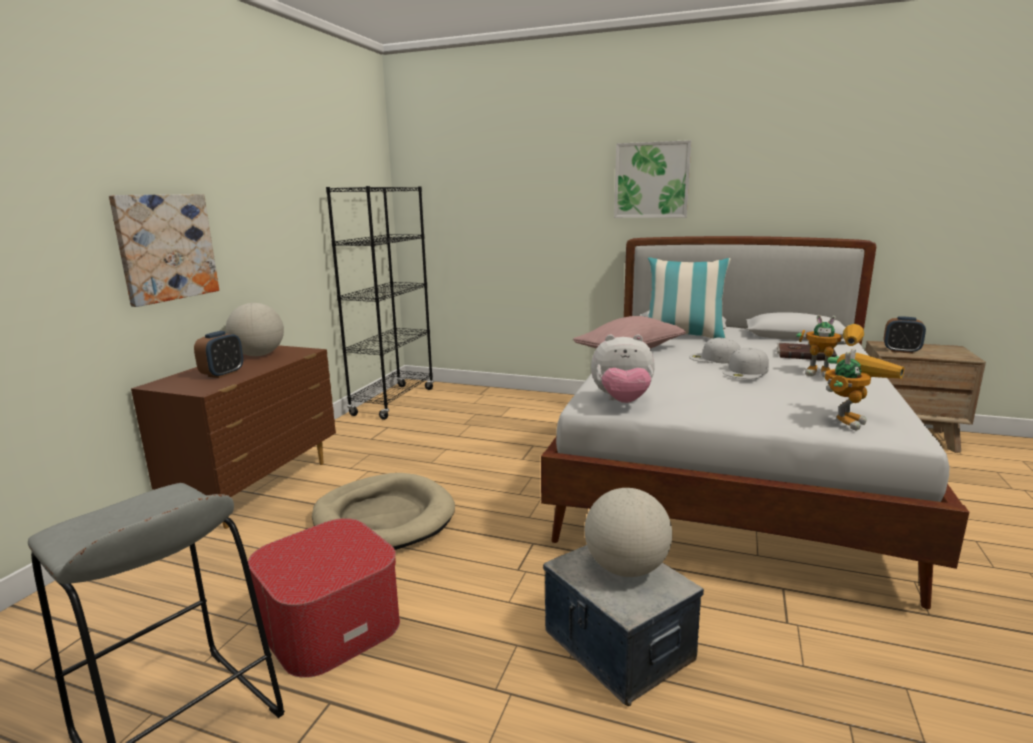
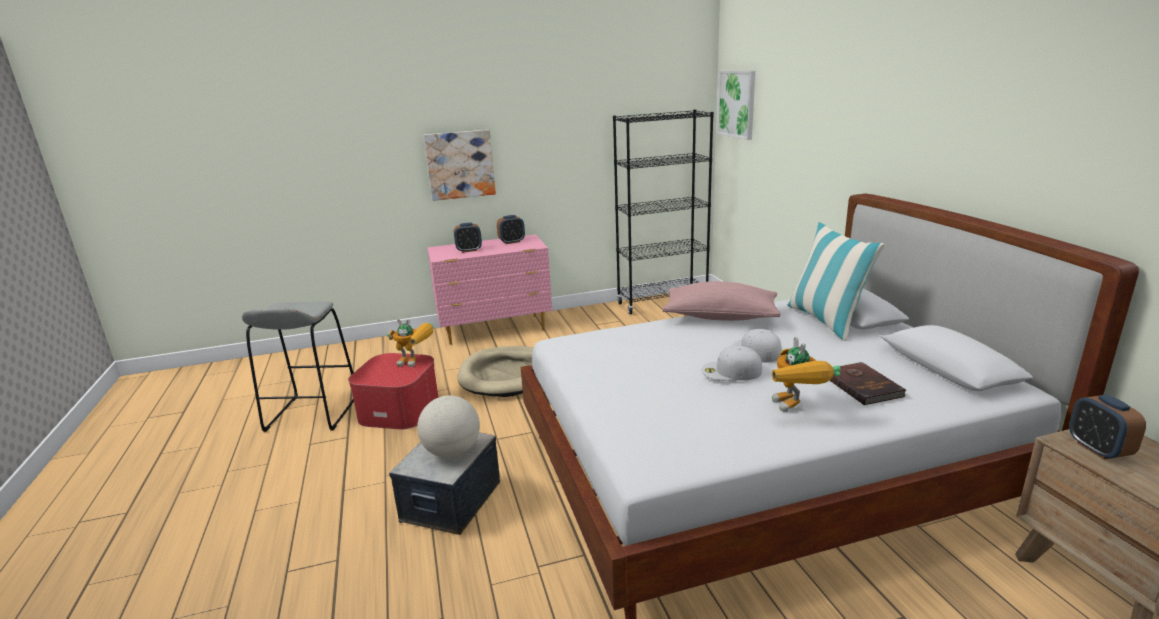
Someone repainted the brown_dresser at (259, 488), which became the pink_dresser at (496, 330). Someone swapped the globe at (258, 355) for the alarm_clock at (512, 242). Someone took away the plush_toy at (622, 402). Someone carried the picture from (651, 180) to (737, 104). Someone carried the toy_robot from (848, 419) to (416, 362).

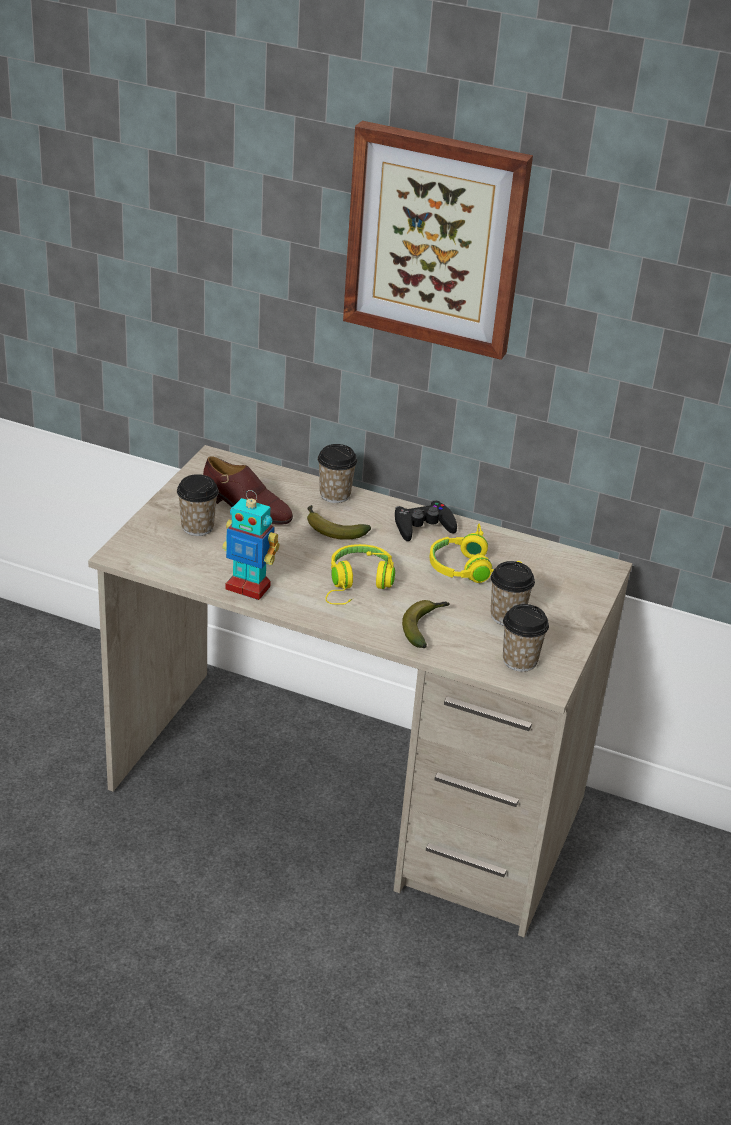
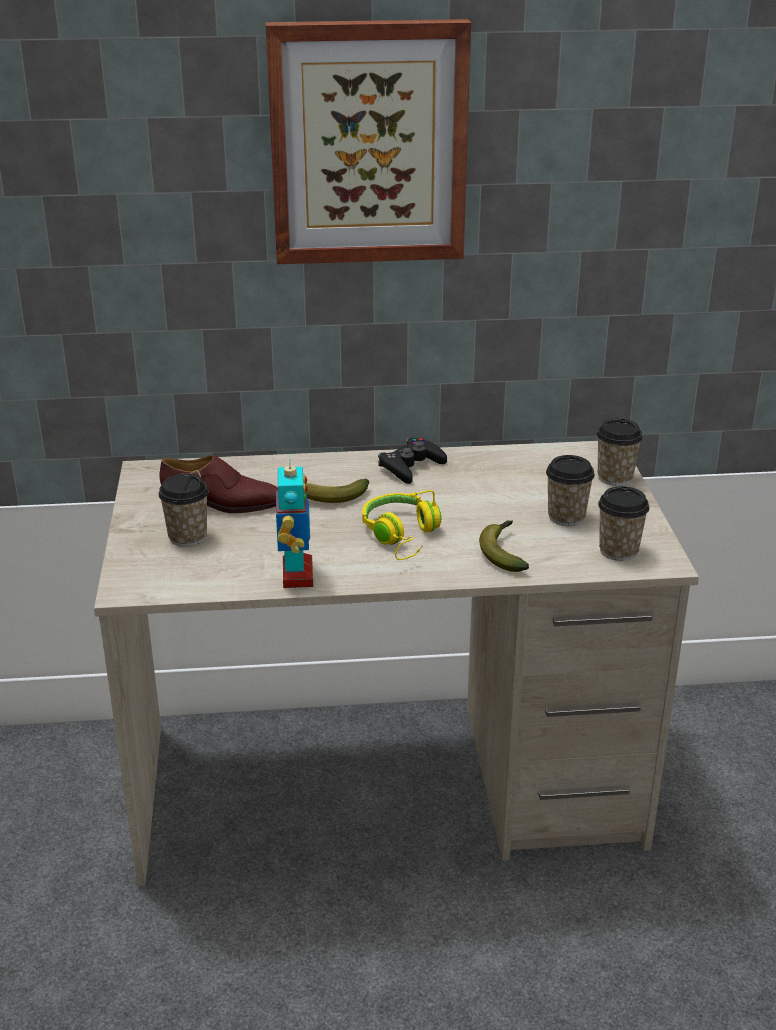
Someone rotated the toy_robot at (248, 587) by 90 degrees counterclockwise. Someone carried the cup from (335, 495) to (615, 477). Someone took away the yellow_headphones at (473, 570).

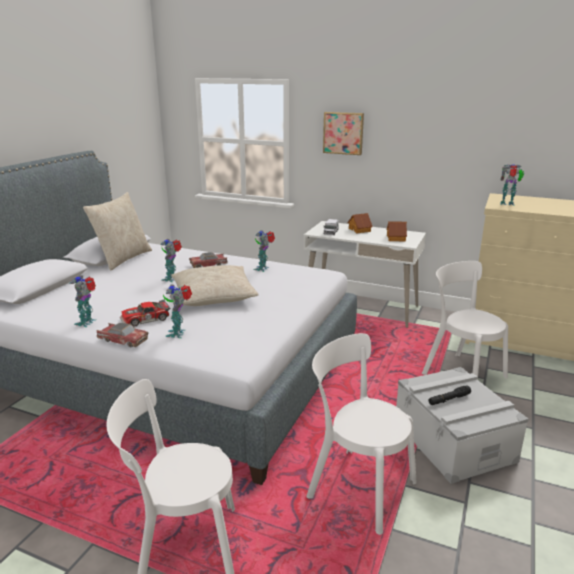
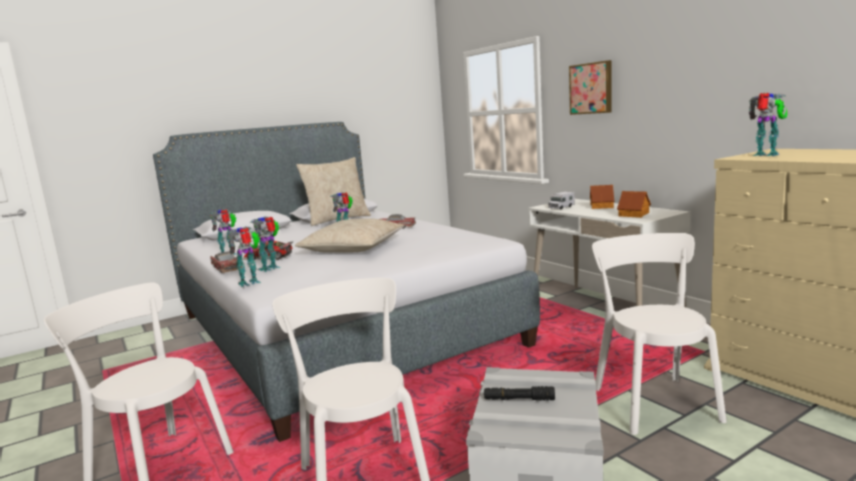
Someone carried the toy_robot from (263, 268) to (250, 283).

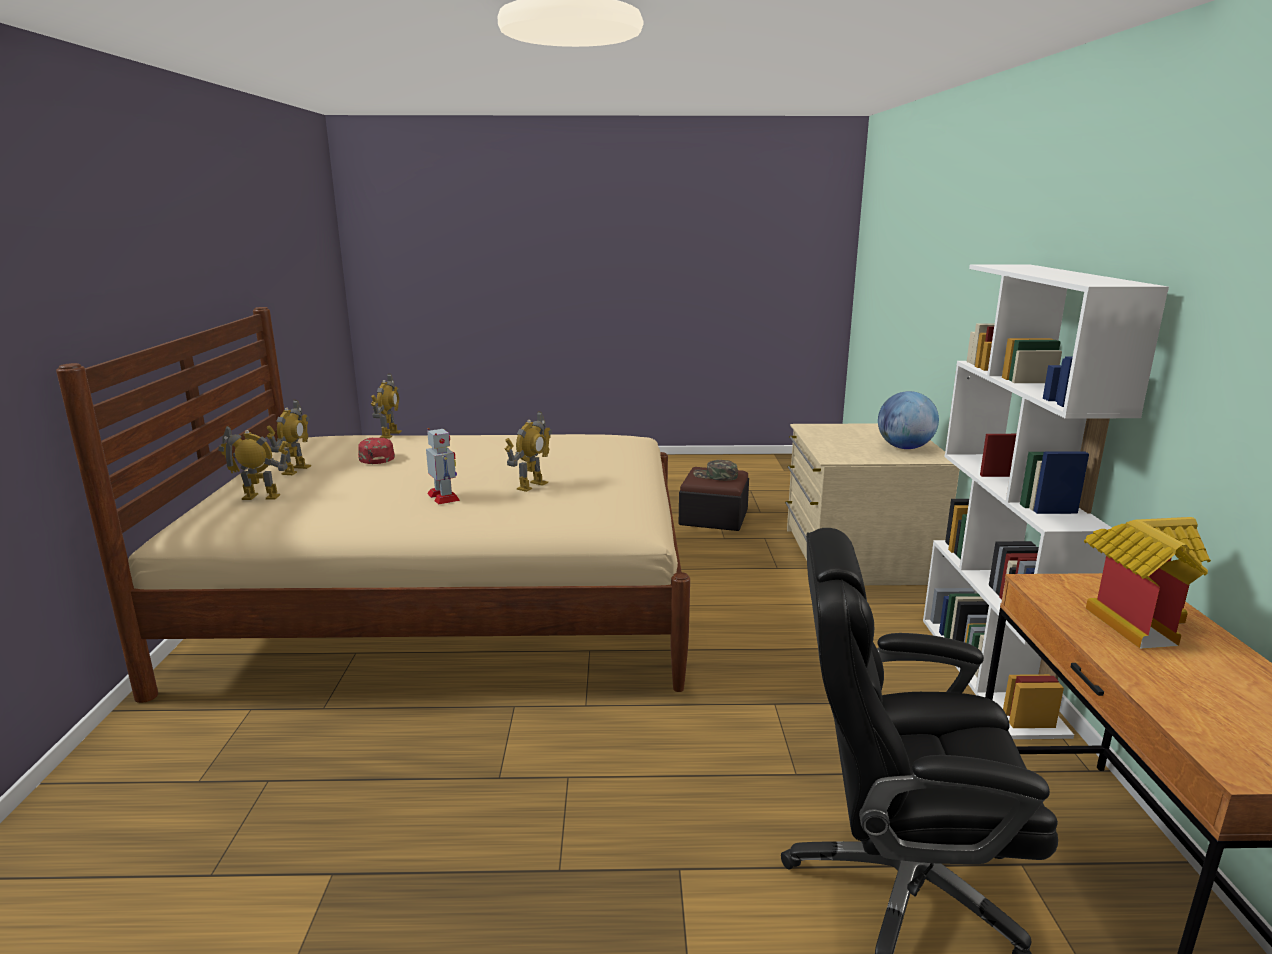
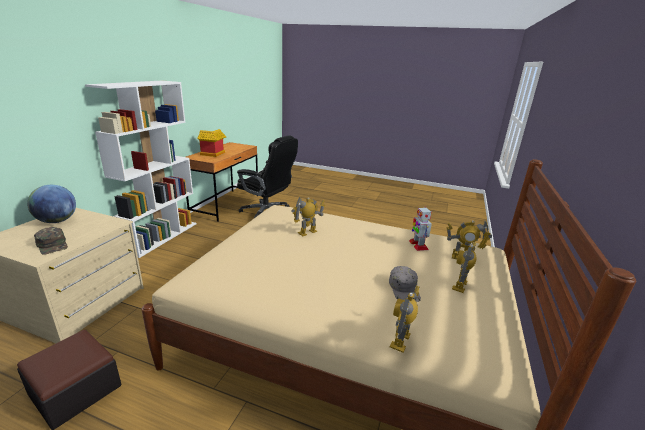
Someone repainted the red_cap at (375, 457), which became the grey_cap at (404, 289). Someone carried the toy_robot from (443, 497) to (418, 245). Someone carried the green_cap from (715, 476) to (53, 245).

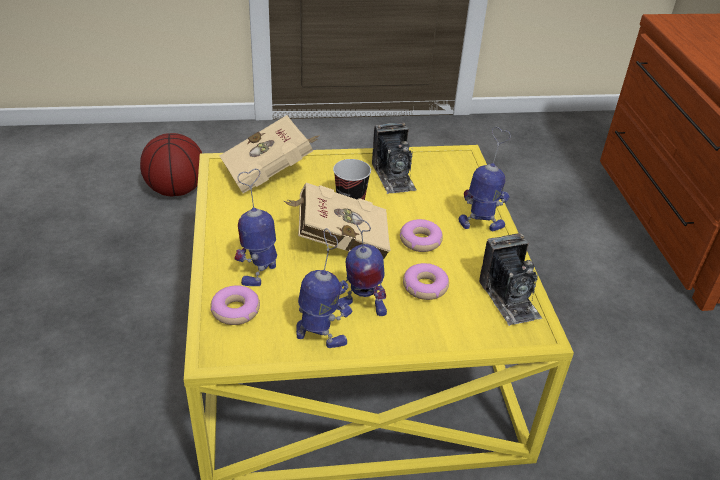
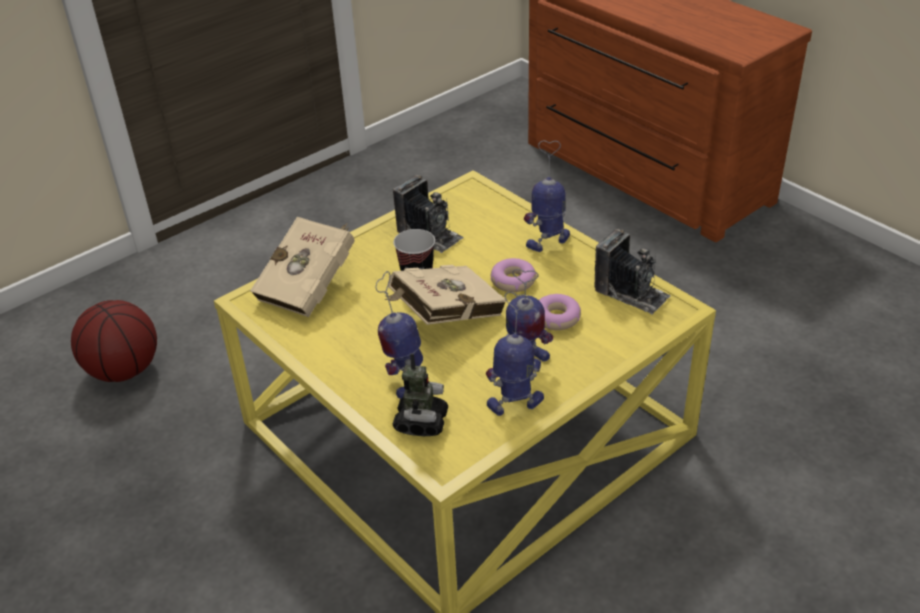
Someone swapped the donut at (236, 310) for the toy_robot at (421, 422).

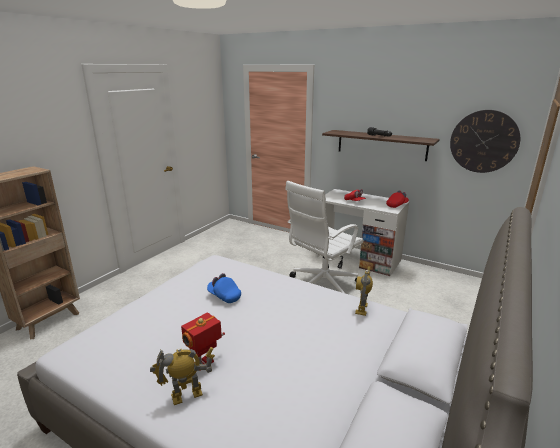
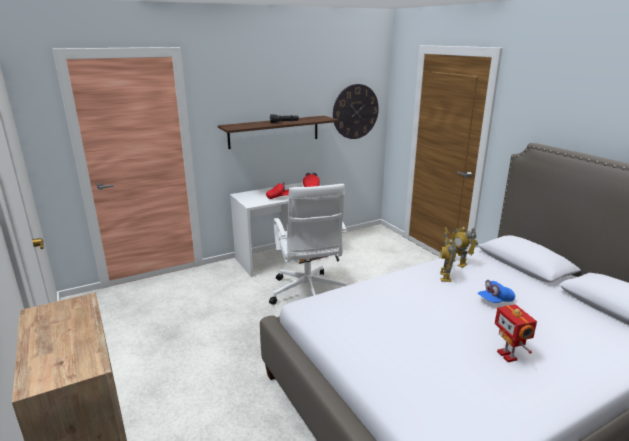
Someone carried the toy_robot from (187, 396) to (445, 276). Someone carried the blue_cap from (224, 296) to (495, 301).

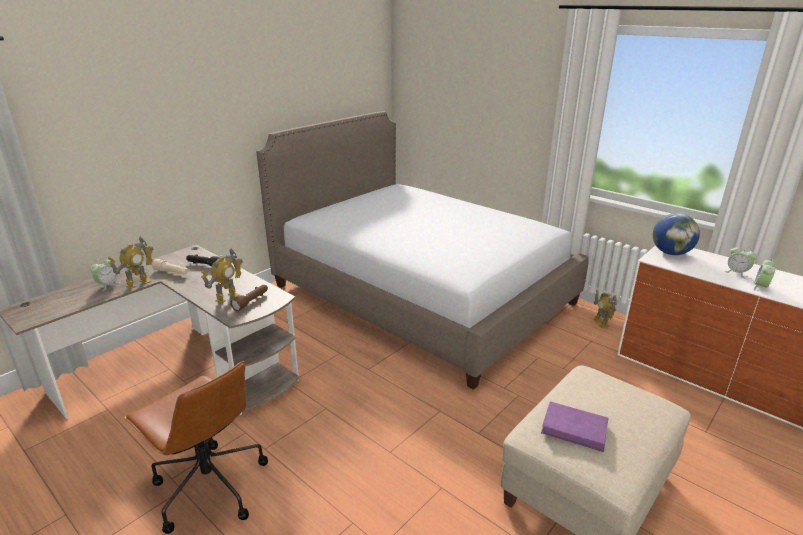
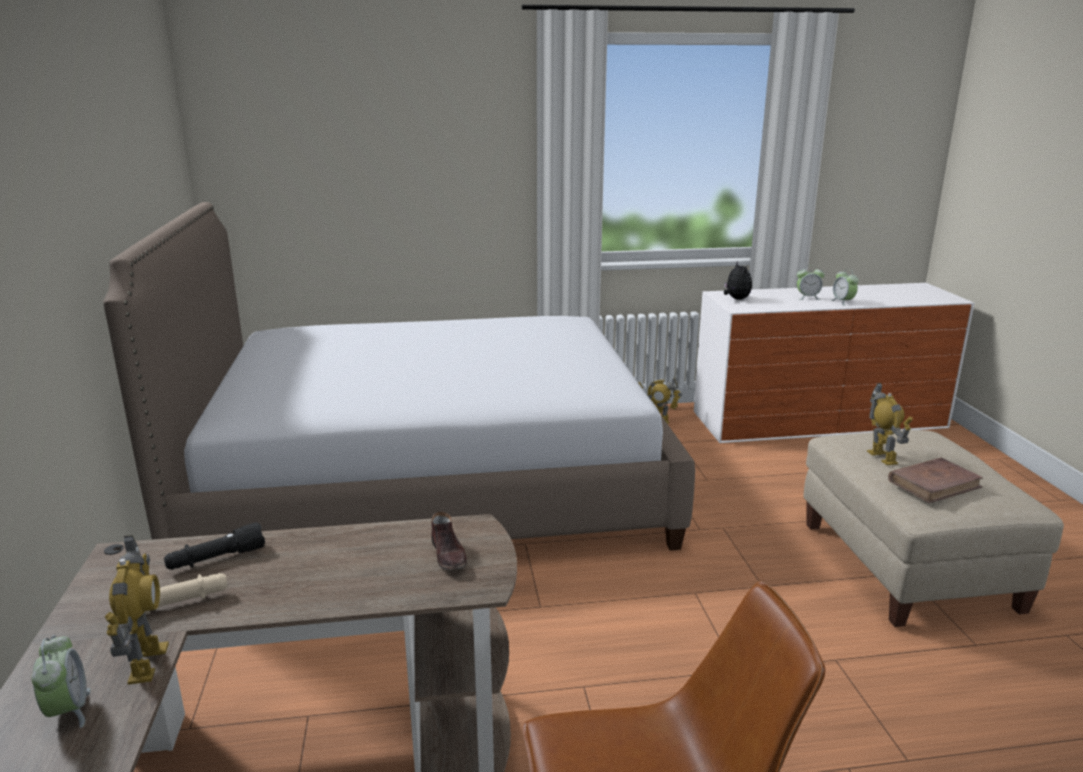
Someone carried the toy_robot from (227, 298) to (882, 457). Someone swapped the brown_flashlight at (251, 301) for the brown_shoe at (449, 555). Someone repainted the purple_book at (575, 428), which became the brown_book at (934, 484). Someone swapped the globe at (670, 253) for the plush_toy at (736, 299).

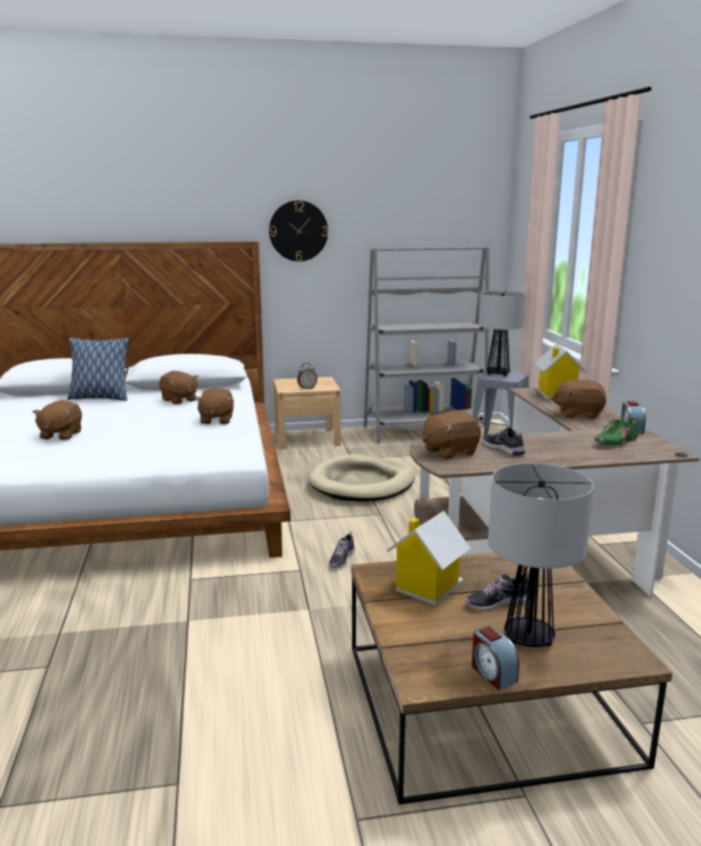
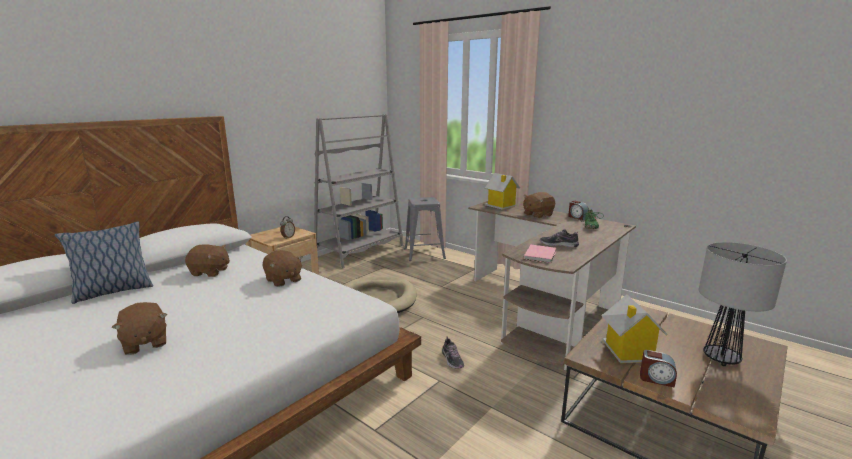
Someone took away the wall_clock at (298, 231). Someone swapped the brown_plush_toy at (449, 452) for the pink_book at (541, 255). Someone took away the shoe at (497, 603). Someone carried the alarm_clock from (492, 673) to (656, 379). Someone took away the table_lamp at (497, 374).

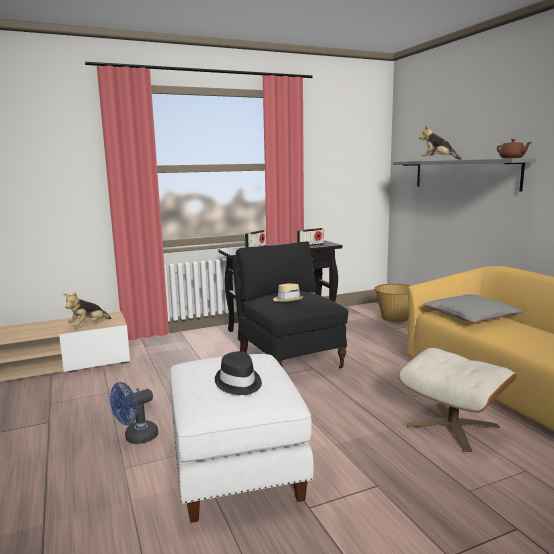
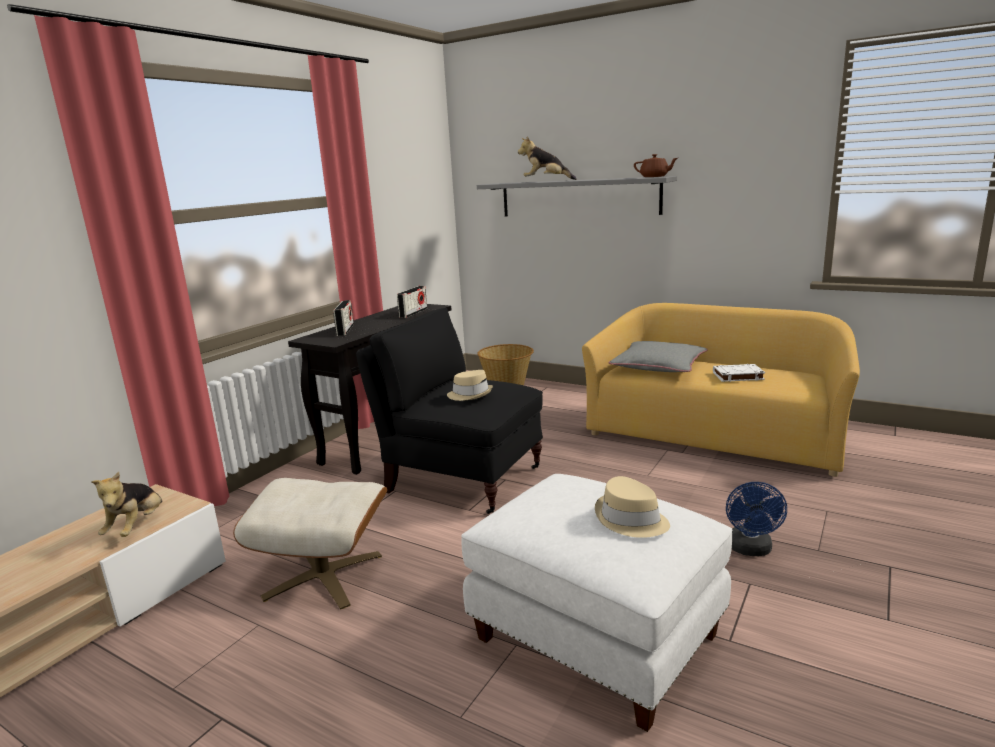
Someone carried the blue_fan from (136, 438) to (750, 550). Someone repainted the black_hat at (238, 383), which became the beige_hat at (630, 520). Someone carried the beige_ottoman from (453, 426) to (324, 575). Someone put down the white_book at (737, 376).

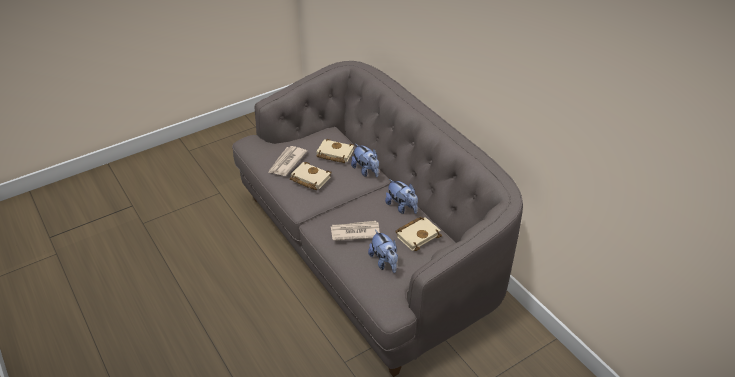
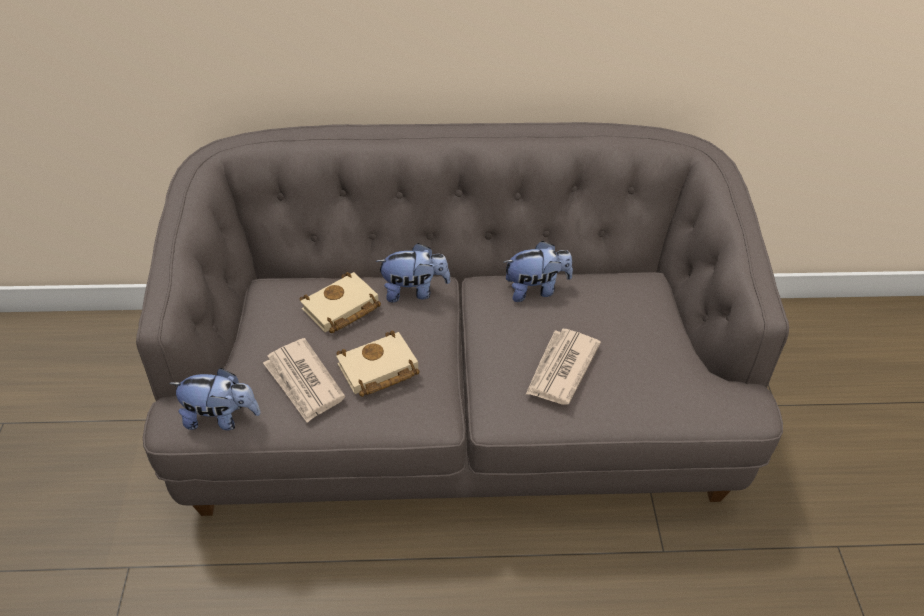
Someone carried the plush_toy from (384, 262) to (221, 417). Someone took away the beige_book at (418, 235).

